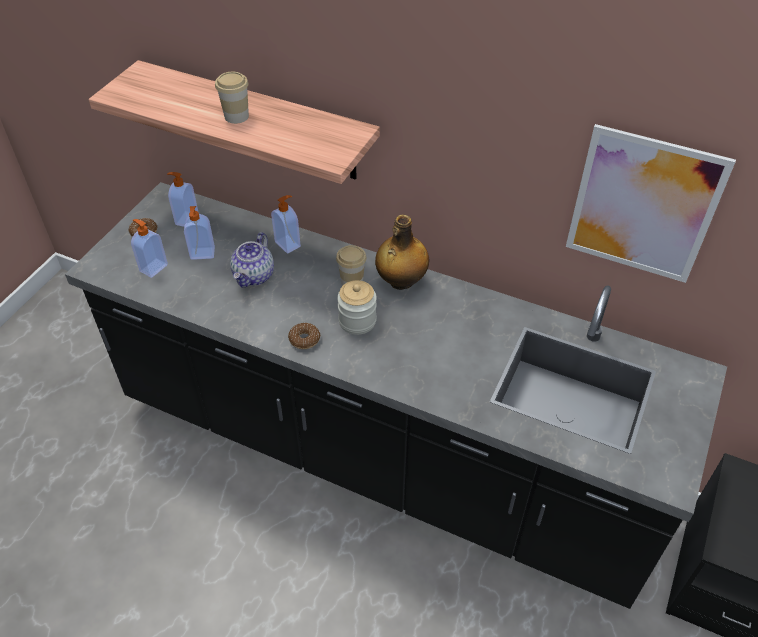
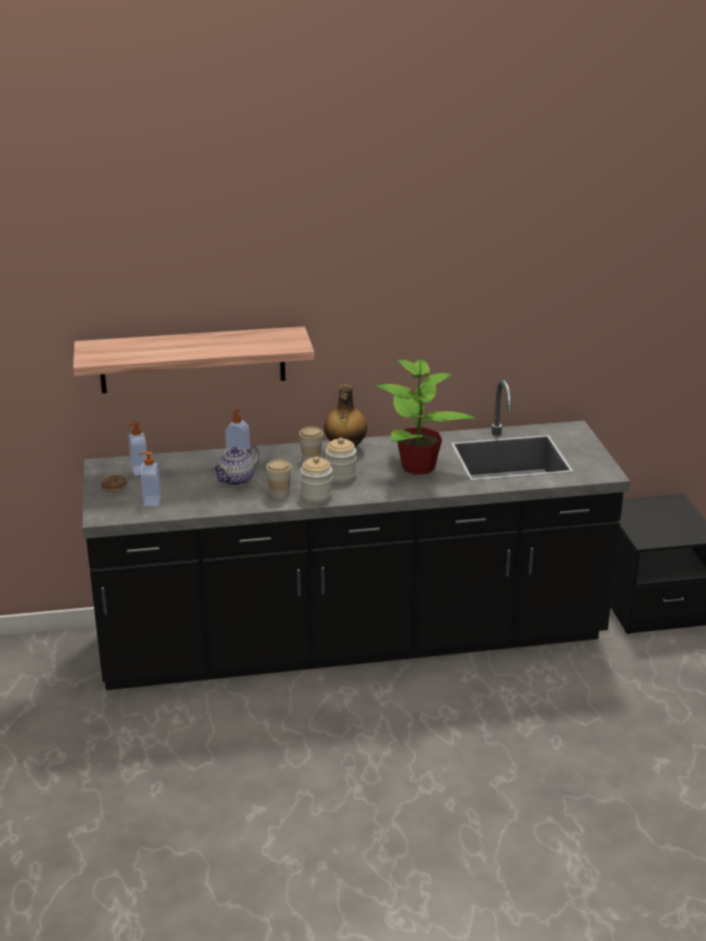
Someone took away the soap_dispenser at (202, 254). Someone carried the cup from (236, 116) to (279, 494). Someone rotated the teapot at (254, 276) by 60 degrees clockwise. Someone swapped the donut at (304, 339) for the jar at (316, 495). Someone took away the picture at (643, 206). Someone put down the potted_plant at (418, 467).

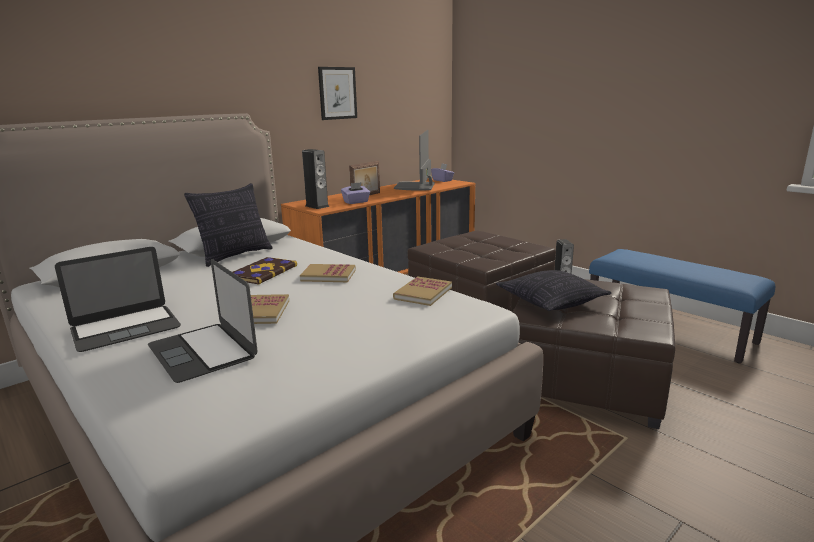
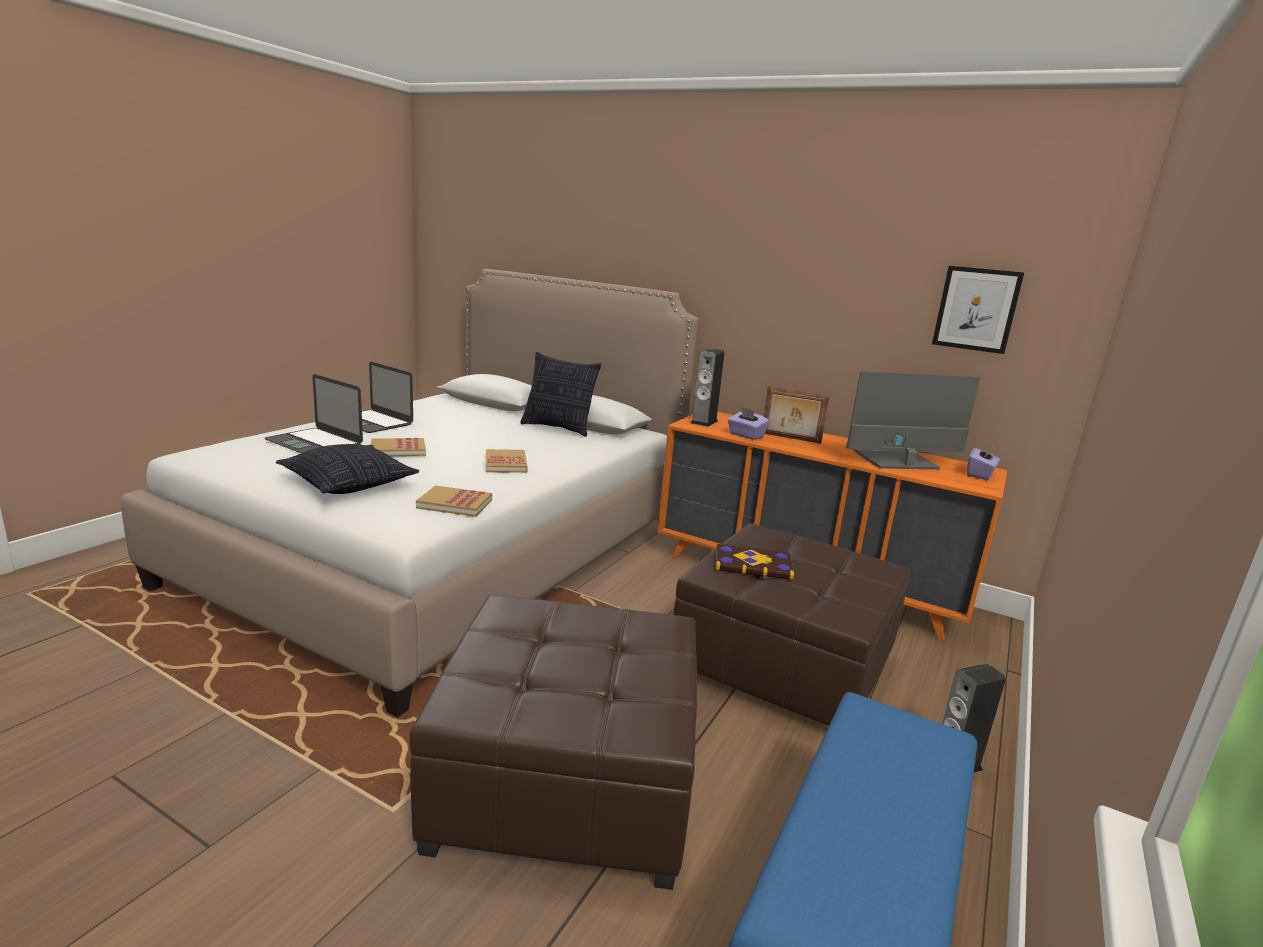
Someone rotated the laptop at (202, 351) by 90 degrees counterclockwise. Someone carried the book from (262, 272) to (753, 564). Someone carried the picture from (337, 93) to (976, 309). Someone carried the pillow from (551, 302) to (349, 484).

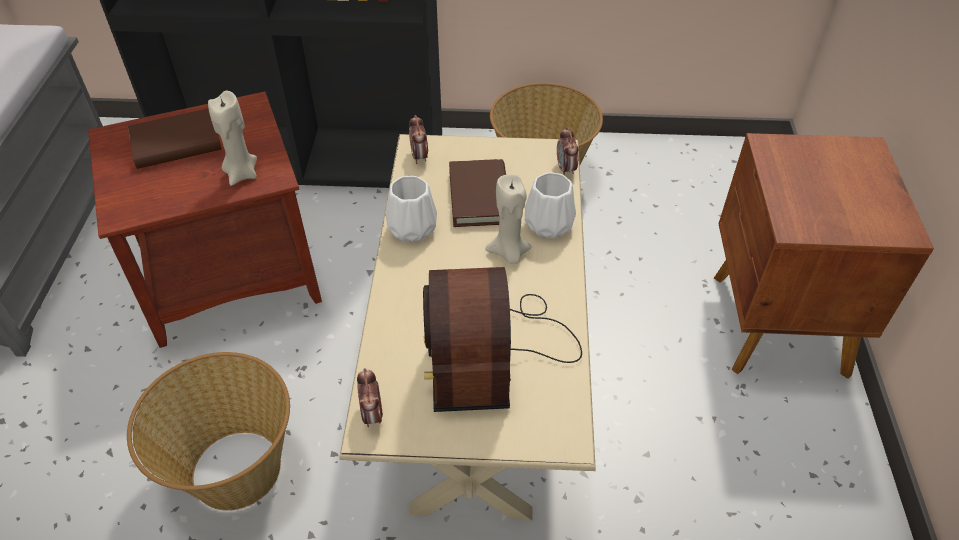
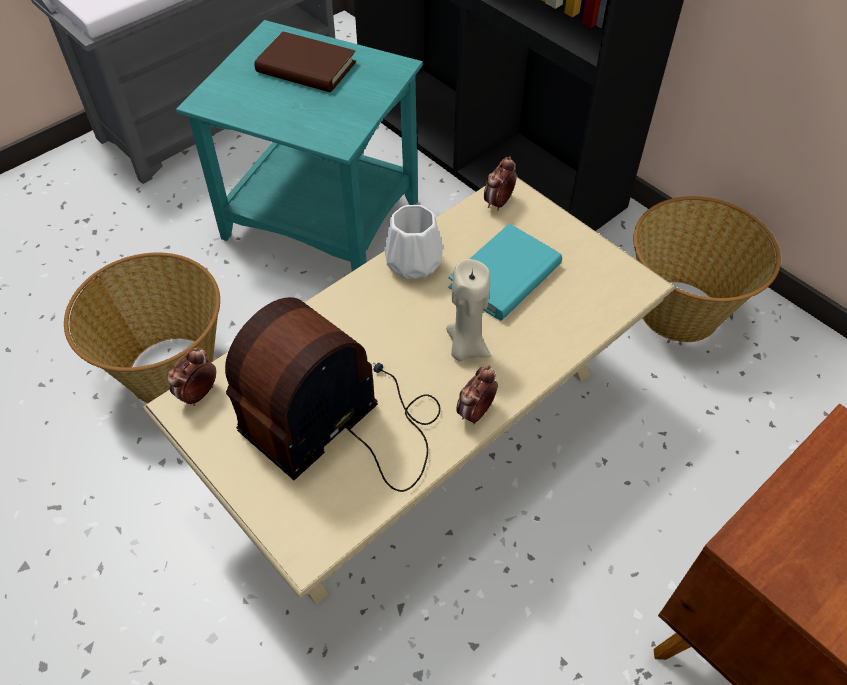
Someone repainted the brown_side_table at (231, 276), which became the turquoise_side_table at (322, 218). Someone took away the beige_candle at (241, 174). Someone repainted the brown_book at (479, 197), which became the turquoise_book at (505, 276). Someone took away the white_vase at (548, 224). Someone carried the alarm_clock from (566, 169) to (475, 412).

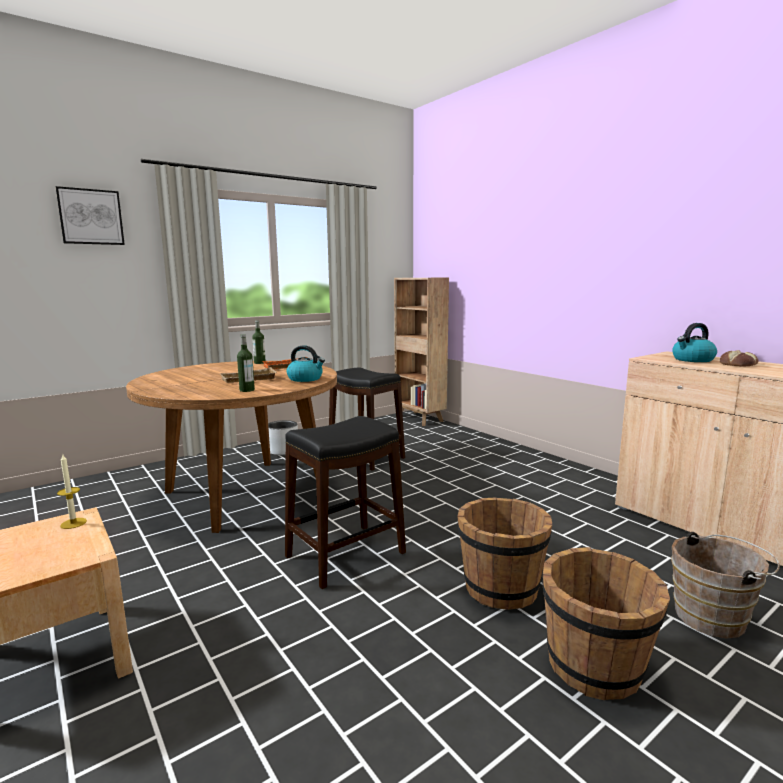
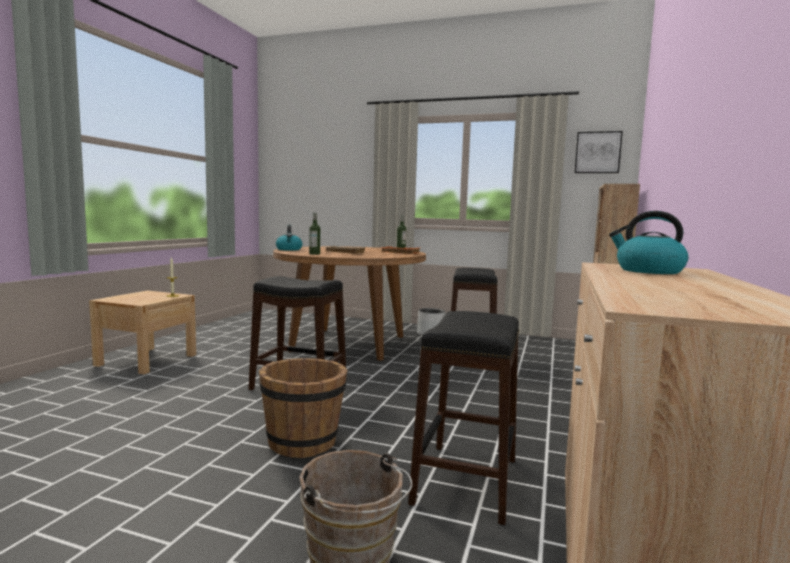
Someone carried the picture from (91, 217) to (597, 152). Someone carried the kettle from (305, 379) to (289, 249). Someone took away the brown_bucket at (595, 667). Someone took away the bread at (738, 364). Someone put down the black_stool at (467, 480).

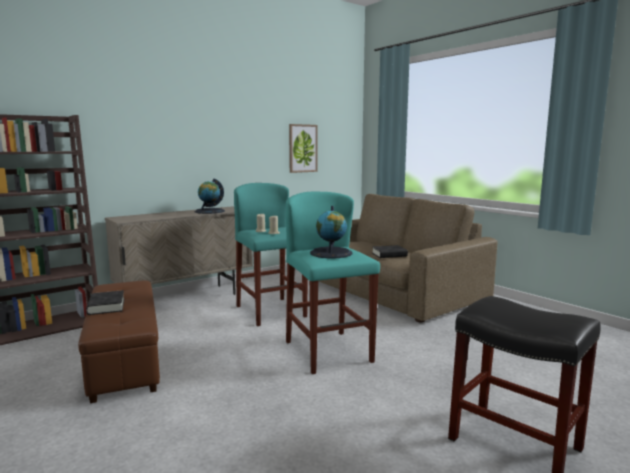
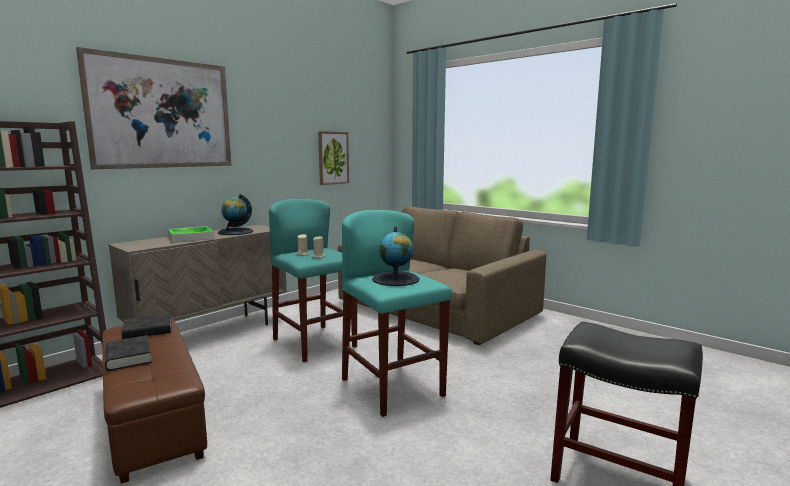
Someone carried the black_book from (389, 255) to (148, 330). Someone put up the picture at (162, 113). Someone put down the tray at (190, 237).

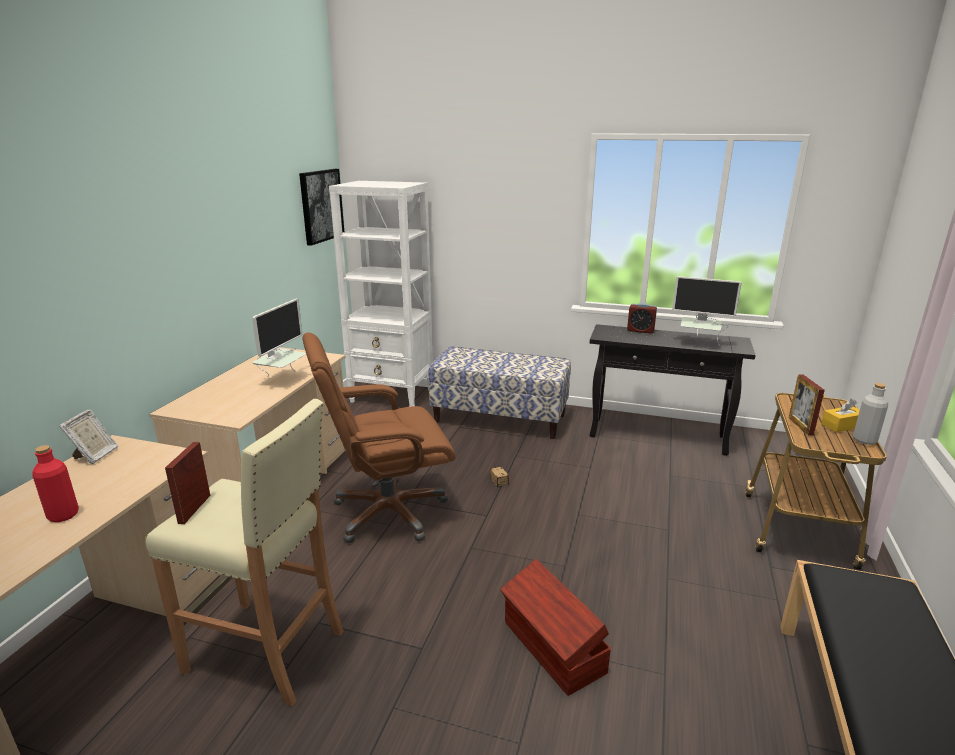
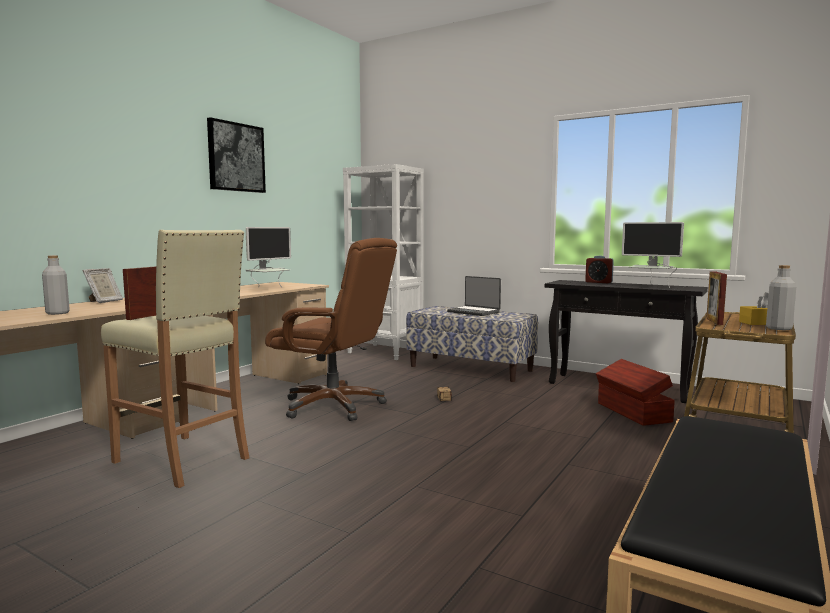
Someone repainted the red_bottle at (63, 515), which became the grey_bottle at (57, 313). Someone carried the picture from (321, 205) to (236, 157). Someone rotated the brown_office_chair at (388, 512) by 150 degrees counterclockwise. Someone carried the brown_storage_box from (552, 648) to (632, 412). Someone put down the laptop at (474, 312).

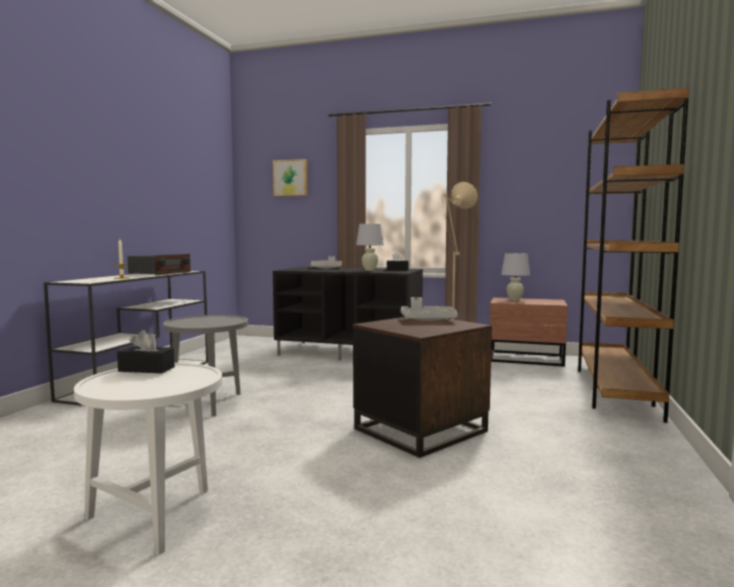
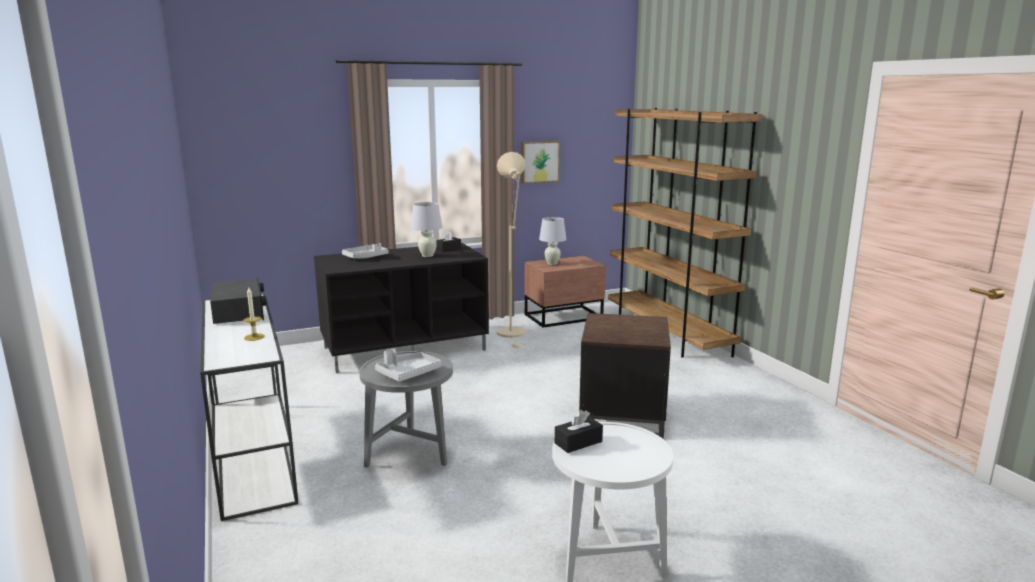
Someone carried the picture from (291, 178) to (539, 161). Someone carried the grey_tray from (427, 320) to (408, 373).

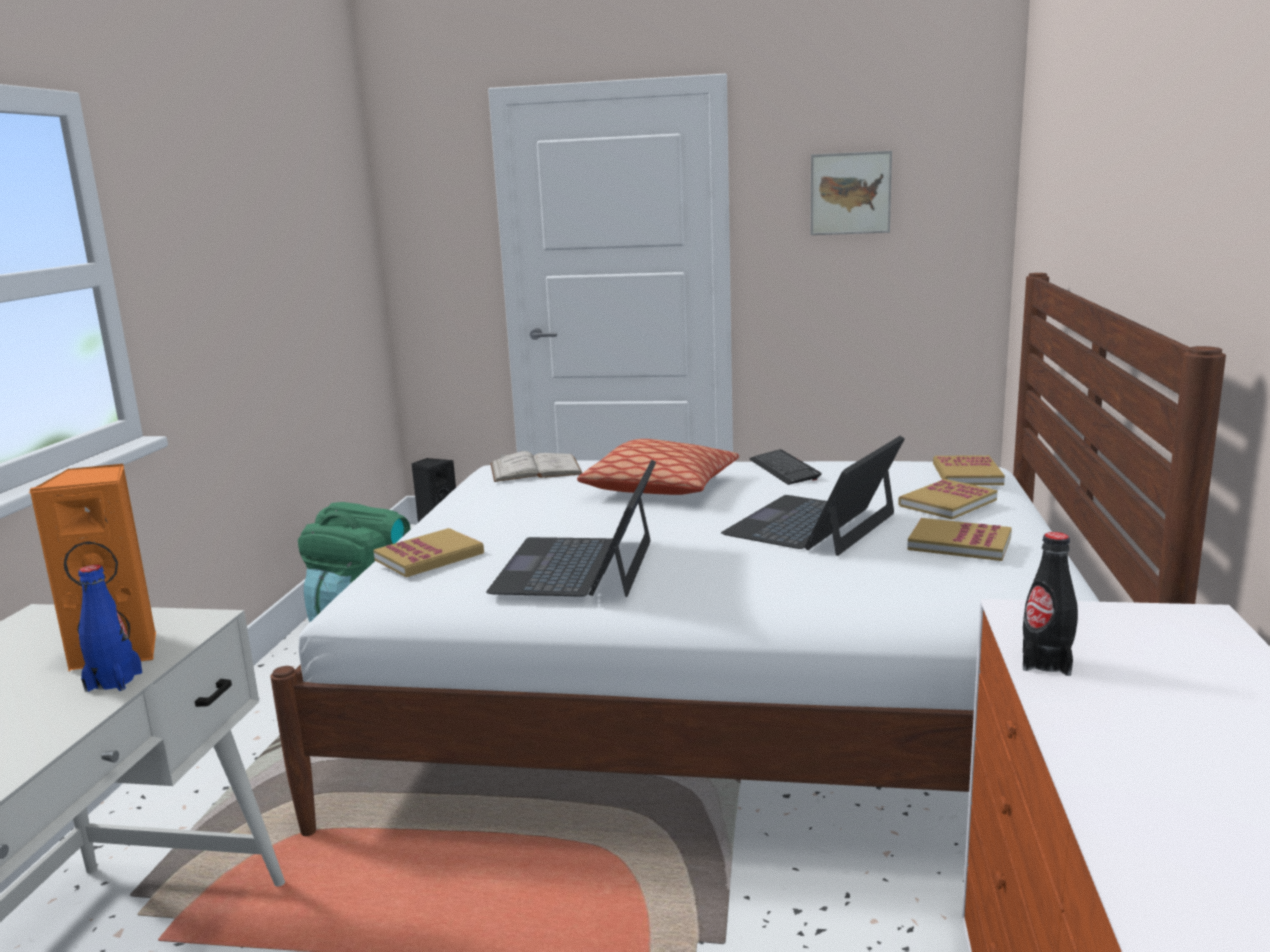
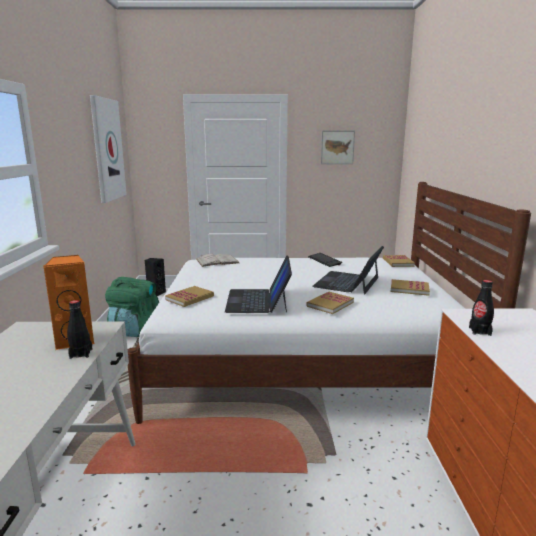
Someone repainted the blue_bottle at (114, 681), which became the black_bottle at (81, 353). Someone took away the pillow at (661, 488). Someone carried the book from (947, 503) to (330, 304). Someone put up the picture at (107, 149).

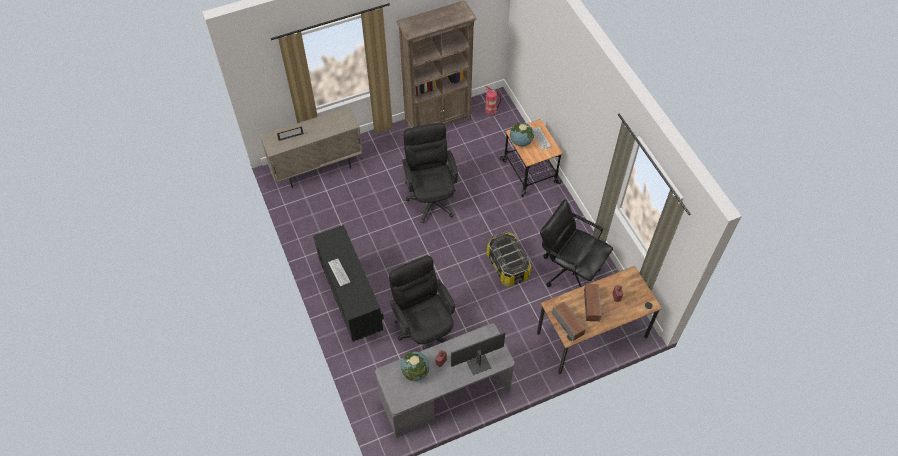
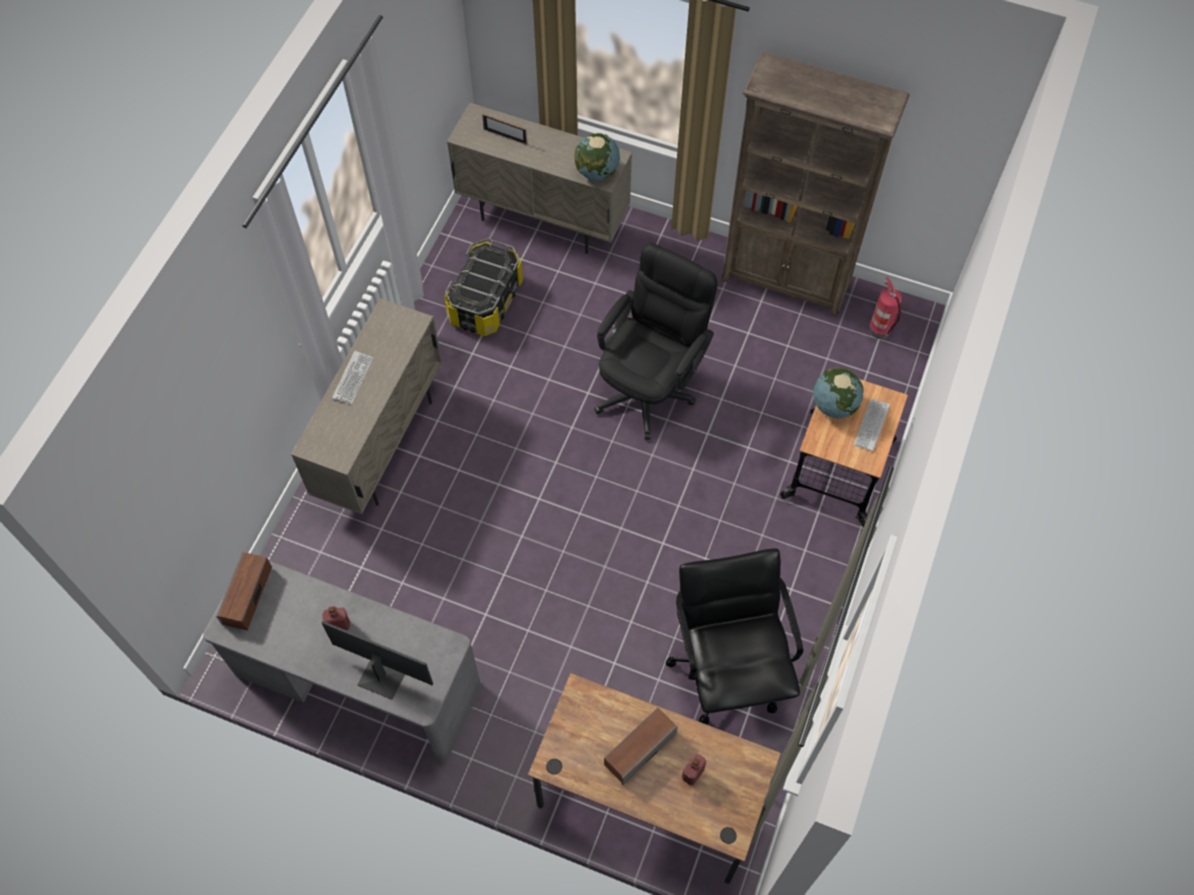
Someone repainted the black_cabinet at (352, 303), which became the beige_cabinet at (382, 444). Someone took away the black_office_chair at (424, 330). Someone carried the globe from (415, 372) to (597, 172). Someone carried the storage_box from (507, 266) to (485, 300). Someone carried the speaker from (568, 324) to (248, 595).

